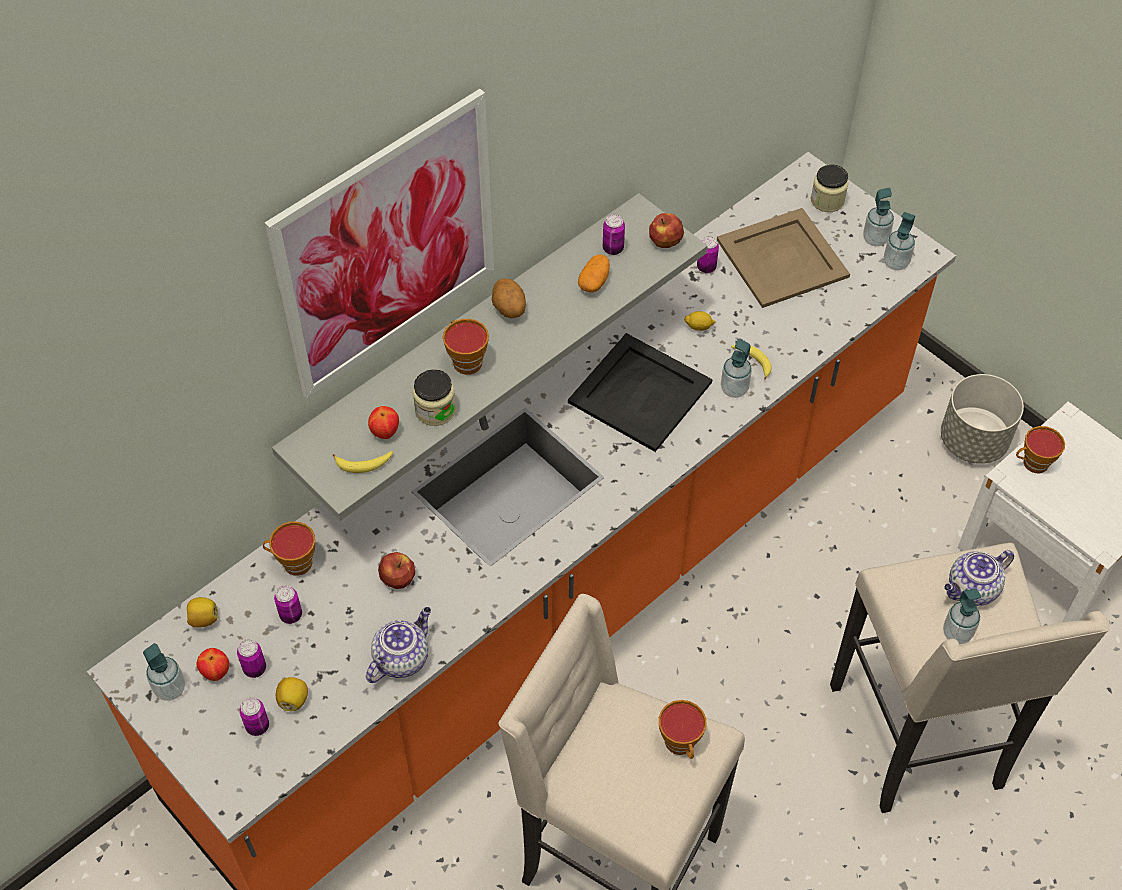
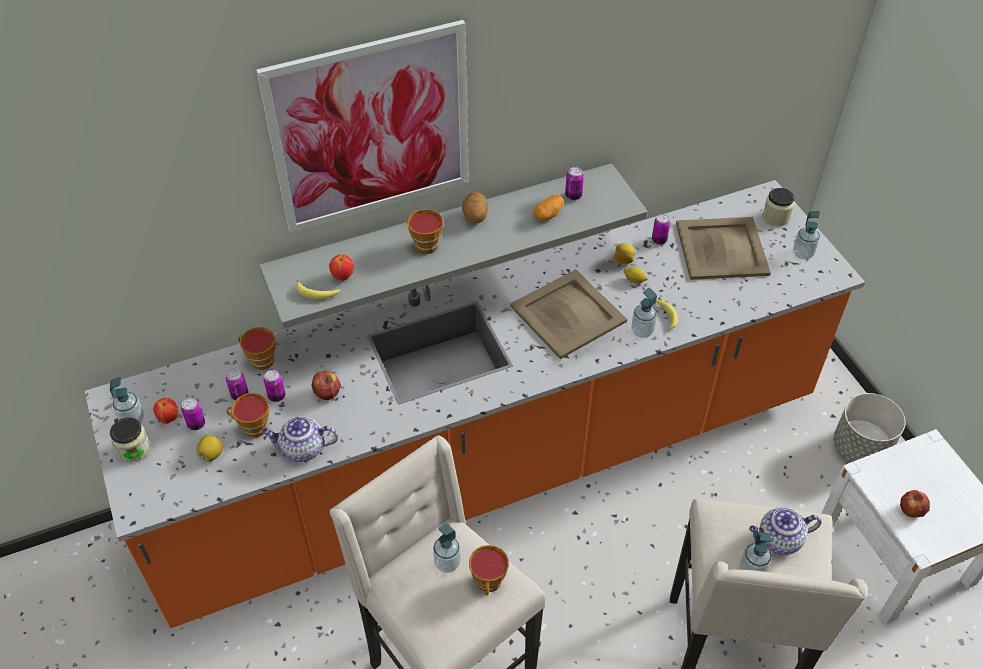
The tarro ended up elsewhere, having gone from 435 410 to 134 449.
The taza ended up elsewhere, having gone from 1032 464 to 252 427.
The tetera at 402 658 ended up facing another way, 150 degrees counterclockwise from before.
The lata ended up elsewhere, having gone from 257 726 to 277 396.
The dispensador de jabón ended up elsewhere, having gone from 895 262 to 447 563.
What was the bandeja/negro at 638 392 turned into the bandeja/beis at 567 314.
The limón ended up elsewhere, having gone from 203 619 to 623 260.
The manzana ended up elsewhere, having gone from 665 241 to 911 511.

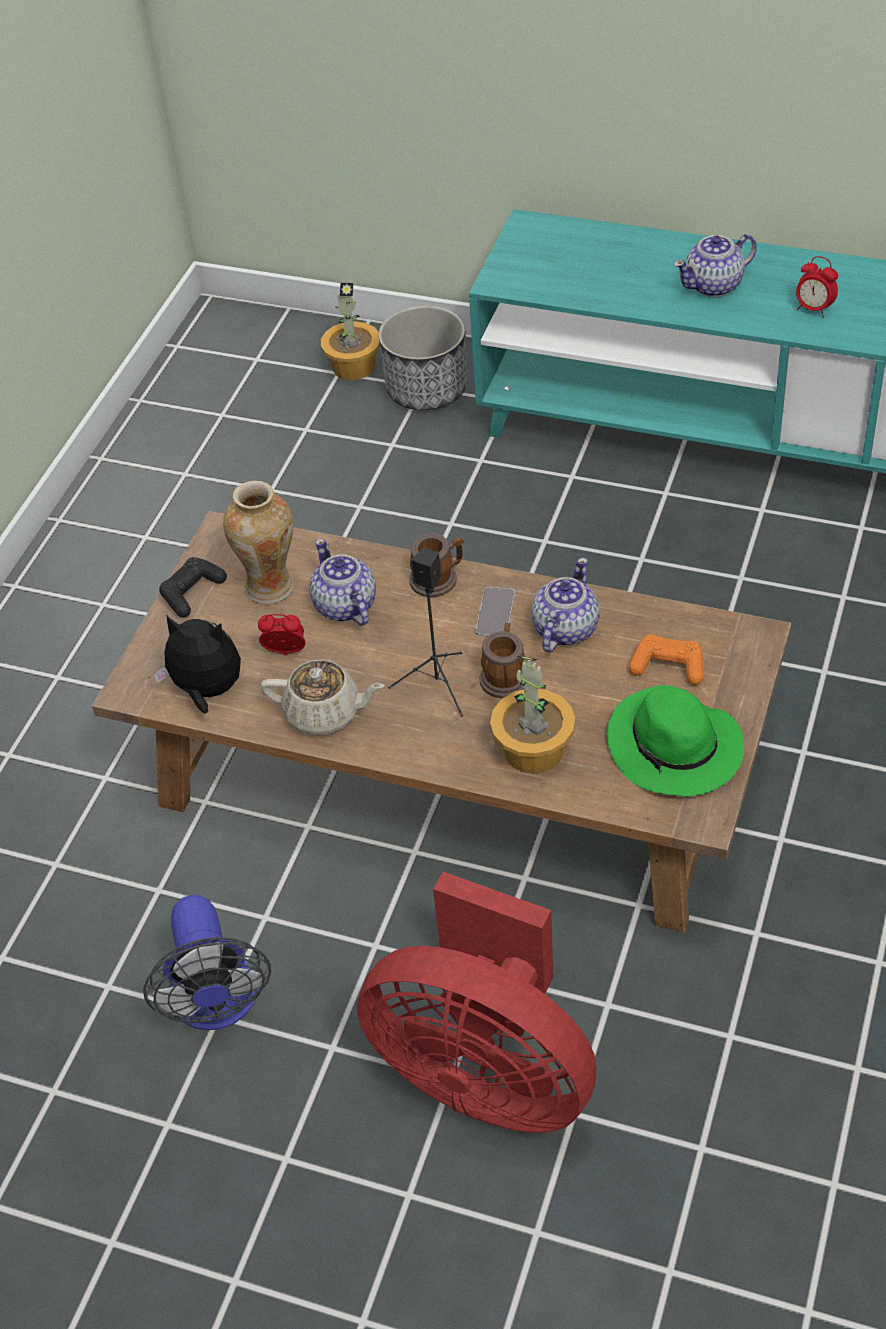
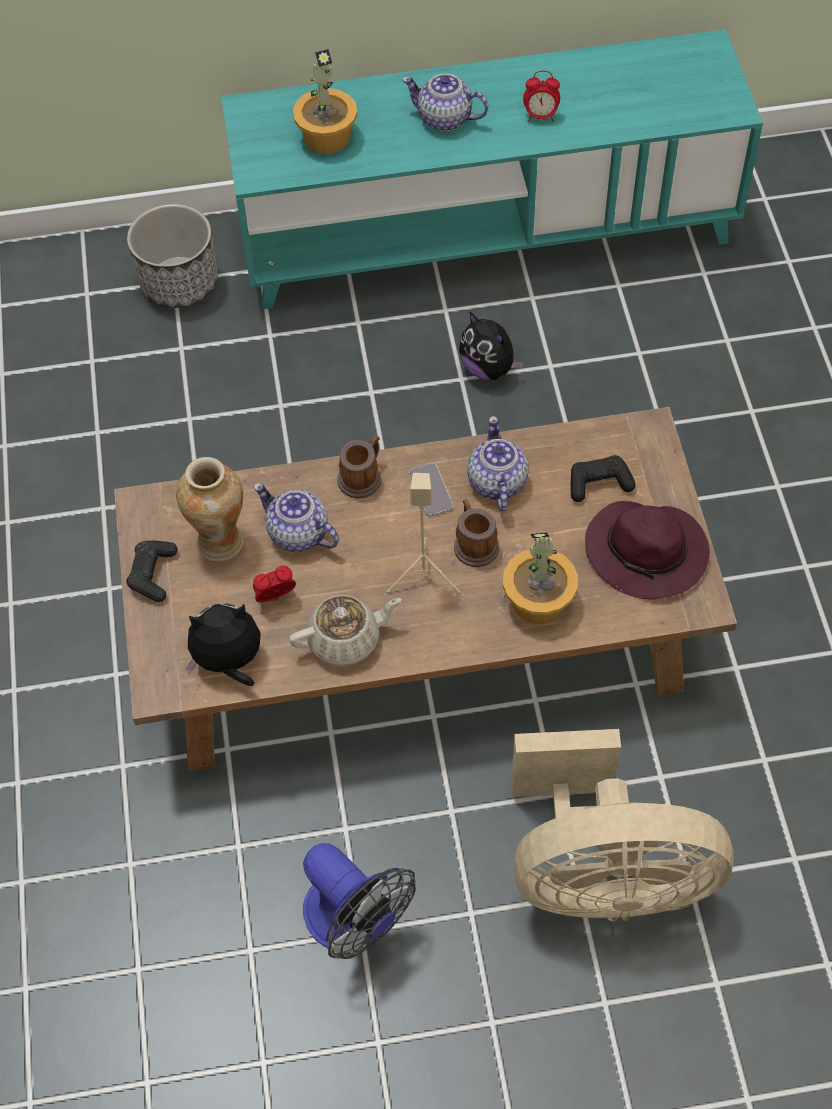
The planta en maceta ended up elsewhere, having gone from 354 366 to 327 136.
What was the altavoz/negro at 438 685 turned into the altavoz/beis at 425 575.
The tetera at 714 285 ended up facing another way, 75 degrees clockwise from before.
The second view gained the peluche at 488 368.
What was the ventilador/rojo at 486 1072 turned into the ventilador/beis at 603 875.
What was the mando de consola/naranja at 668 667 turned into the mando de consola/negro at 599 483.
What was the sombrero/verde at 676 749 turned into the sombrero/morado at 648 553.

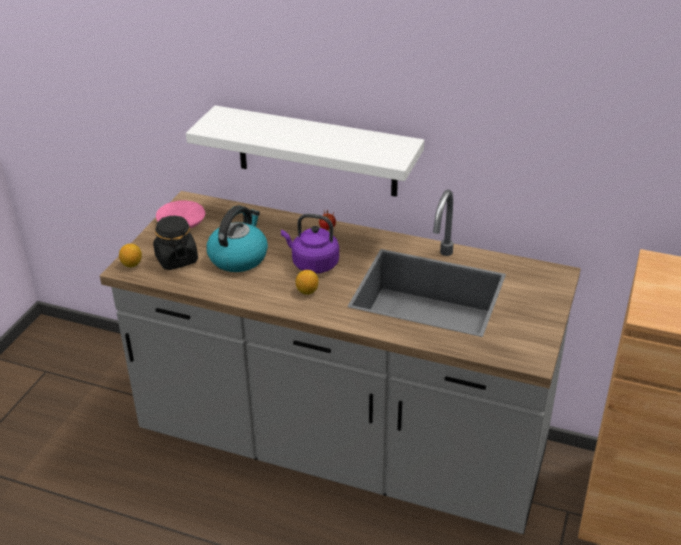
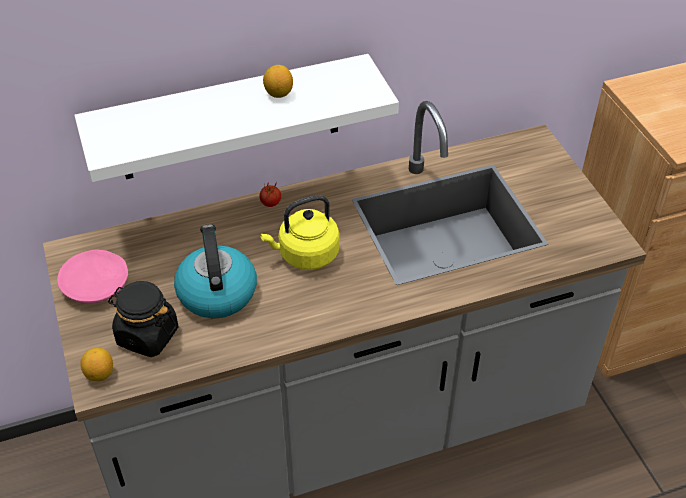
What was the hervidor/morado at 313 264 turned into the hervidor/amarillo at 305 255.
The limón ended up elsewhere, having gone from 307 291 to 278 93.

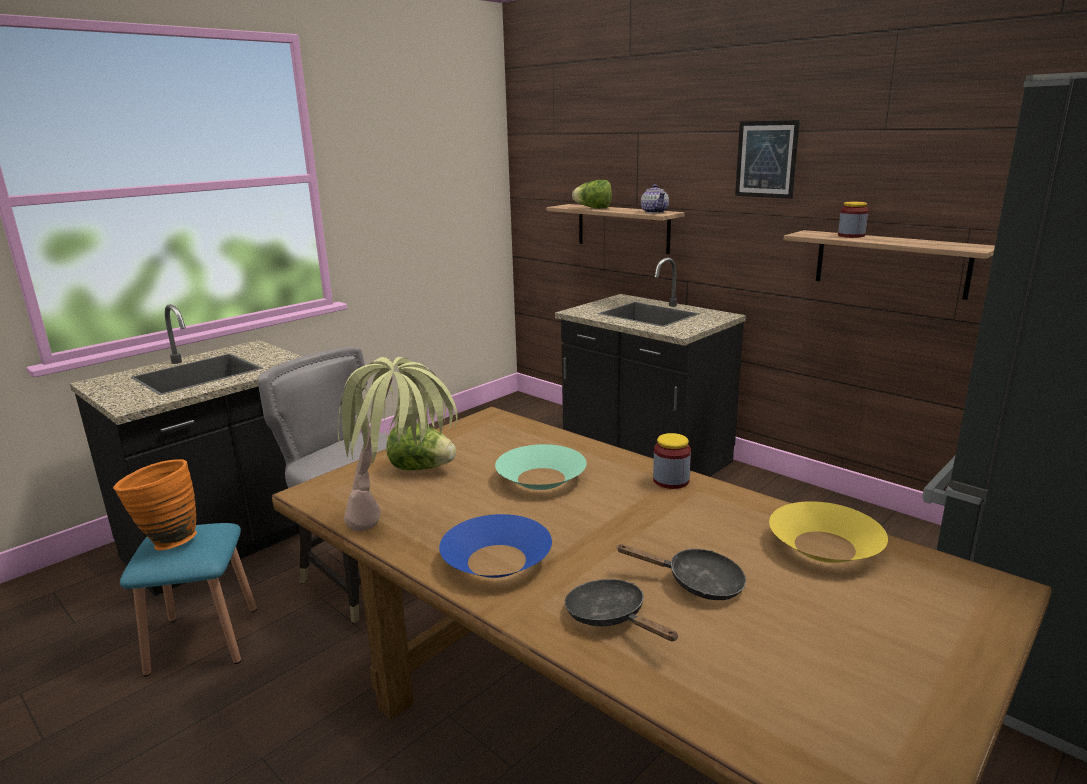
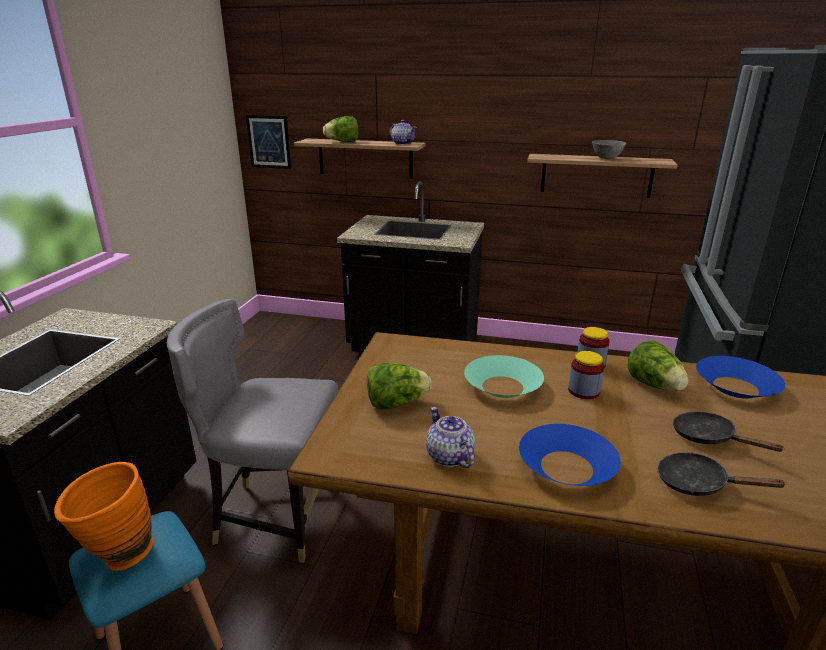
The cuadro ended up elsewhere, having gone from 766 159 to 269 142.
Where the planta en maceta stood at 404 521, the tetera came to stand at 449 457.
The tarro ended up elsewhere, having gone from 851 235 to 583 391.
The second view gained the cuenco/gris at 607 159.
The second view gained the lechuga at 654 385.
The sartén/negro at 697 583 ended up facing another way, 120 degrees counterclockwise from before.
What was the cuenco/amarillo at 825 546 turned into the cuenco/azul at 736 387.

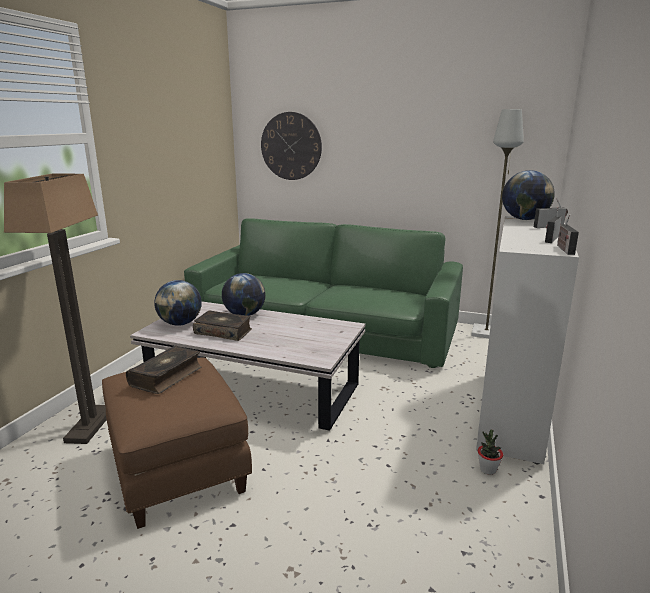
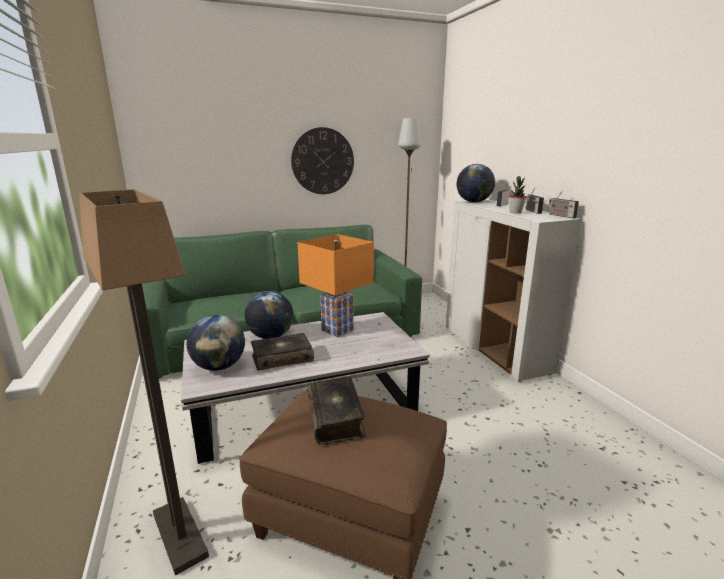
The reloj de pared ended up elsewhere, having gone from 291 146 to 322 161.
The second view gained the lámpara de mesa/naranja at 336 330.
The planta en maceta ended up elsewhere, having gone from 488 470 to 515 212.

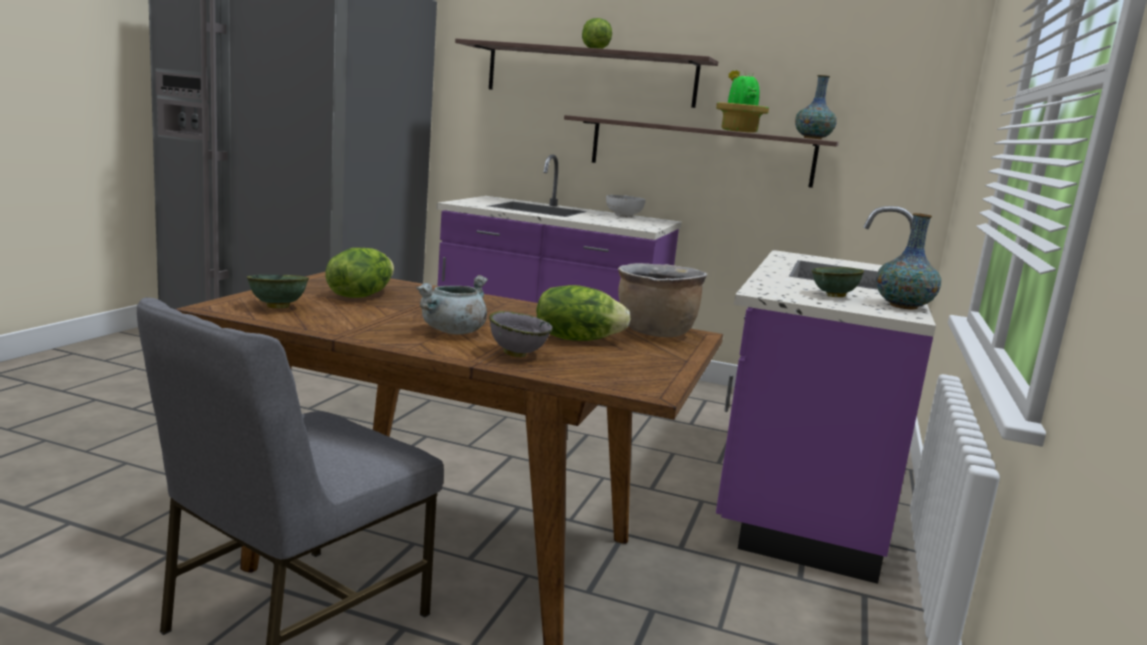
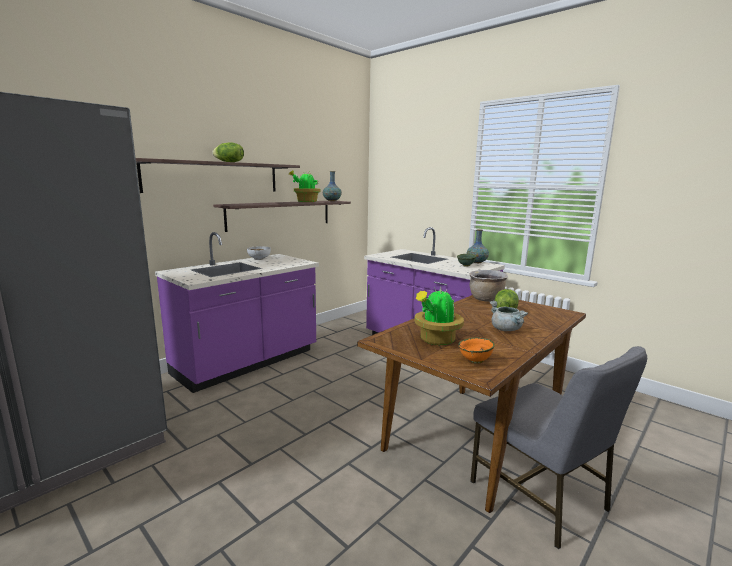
Where the lechuga stood at 360 295, the planta en maceta came to stand at 436 340.
What was the cuenco/verde at 276 307 turned into the cuenco/naranja at 475 361.
The second view lost the cuenco/gris at 517 354.

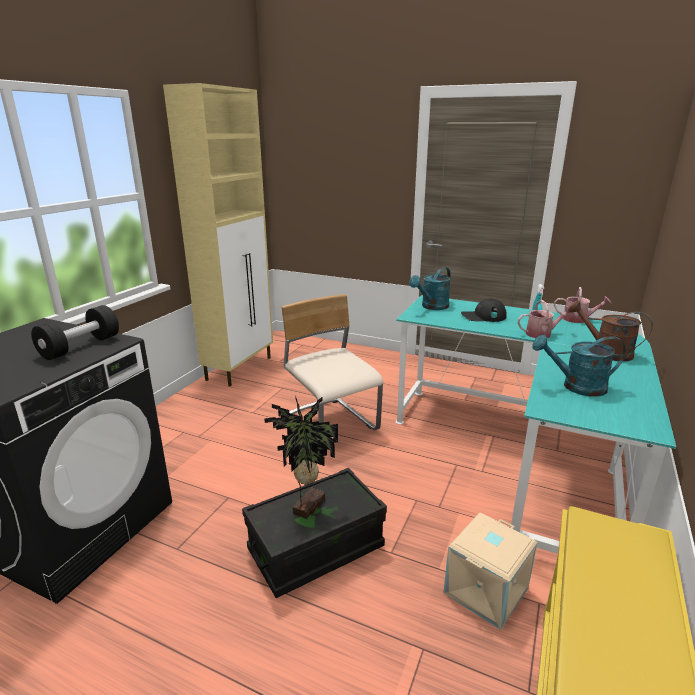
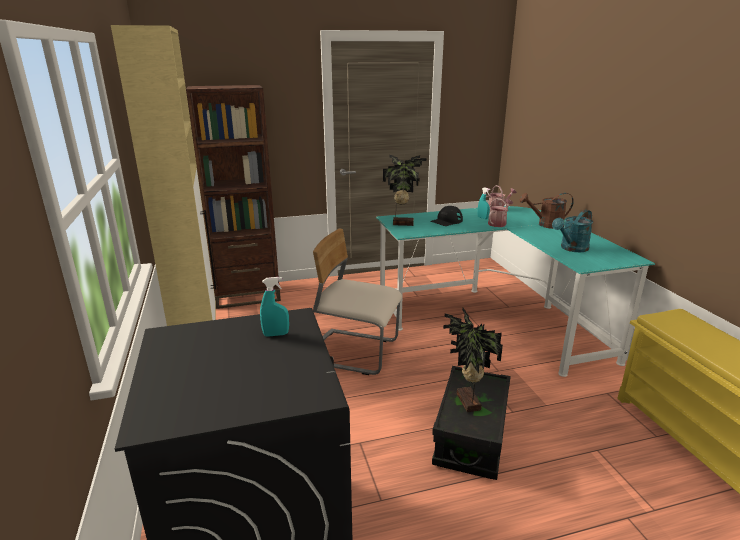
The second view gained the estantería/marrón at 247 295.
Where the mancuerna/negro stood at 80 347, the pulverizador/turquesa came to stand at 276 334.
Where the regadera/turquesa stood at 432 307, the planta en maceta came to stand at 402 223.
The second view lost the caja de almacenaje/beis at 487 591.

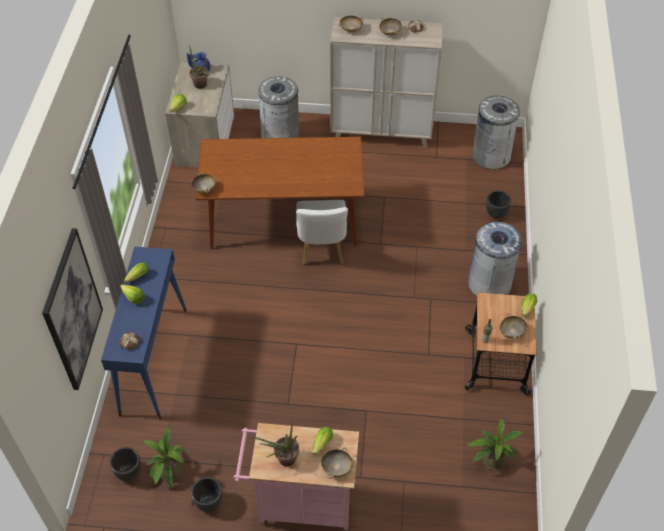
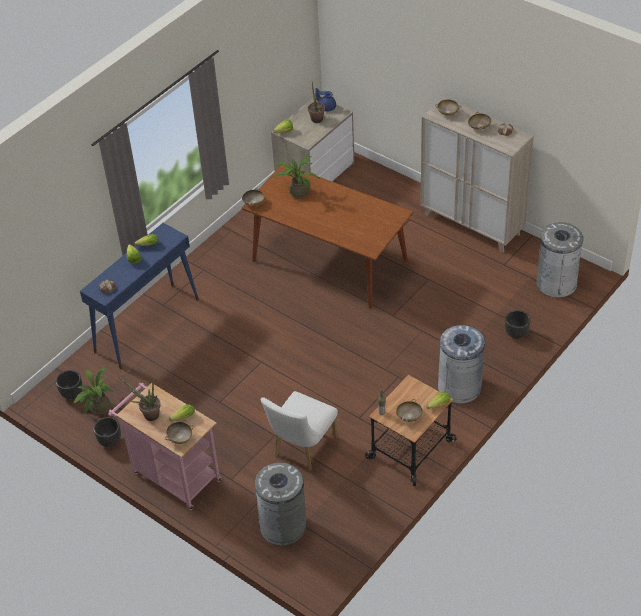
The papelera/gris ended up elsewhere, having gone from 280 136 to 283 526.
The silla/blanco ended up elsewhere, having gone from 322 250 to 302 449.
The planta en maceta ended up elsewhere, having gone from 491 459 to 297 191.
The second view lost the cuadro at 72 310.

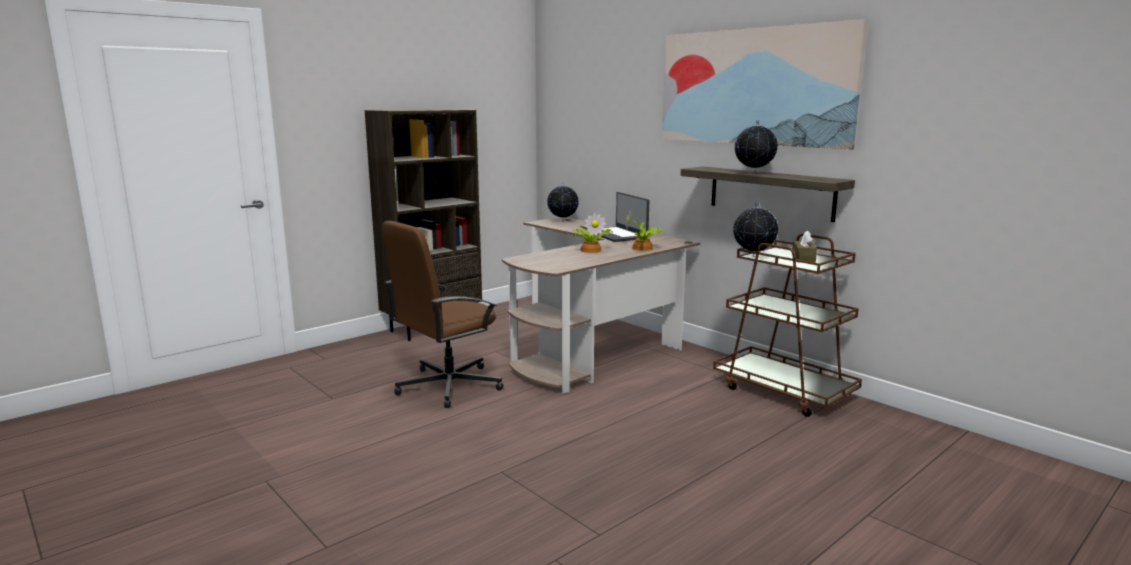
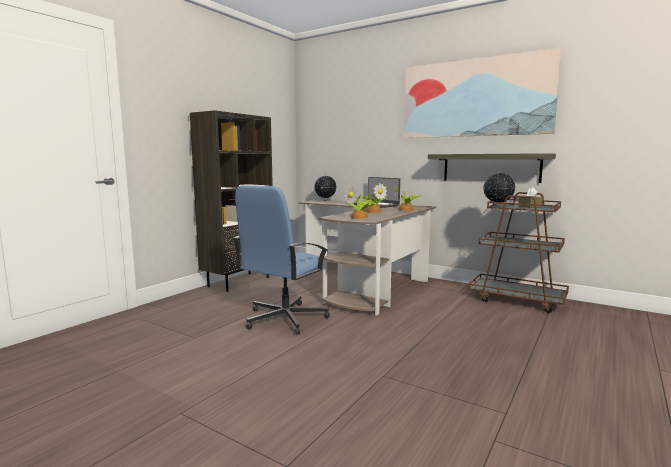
What was the silla de oficina/marrón at 447 386 turned into the silla de oficina/azul at 284 319.
The second view gained the planta en maceta at 360 217.
The second view lost the globo terráqueo at 753 173.

